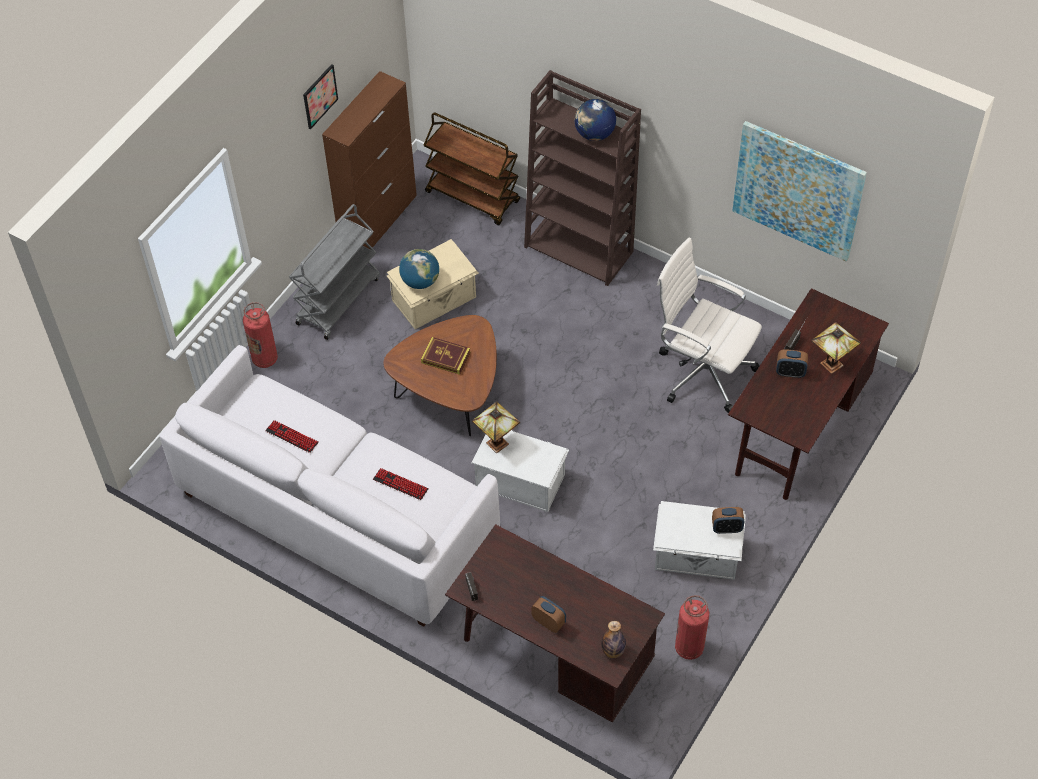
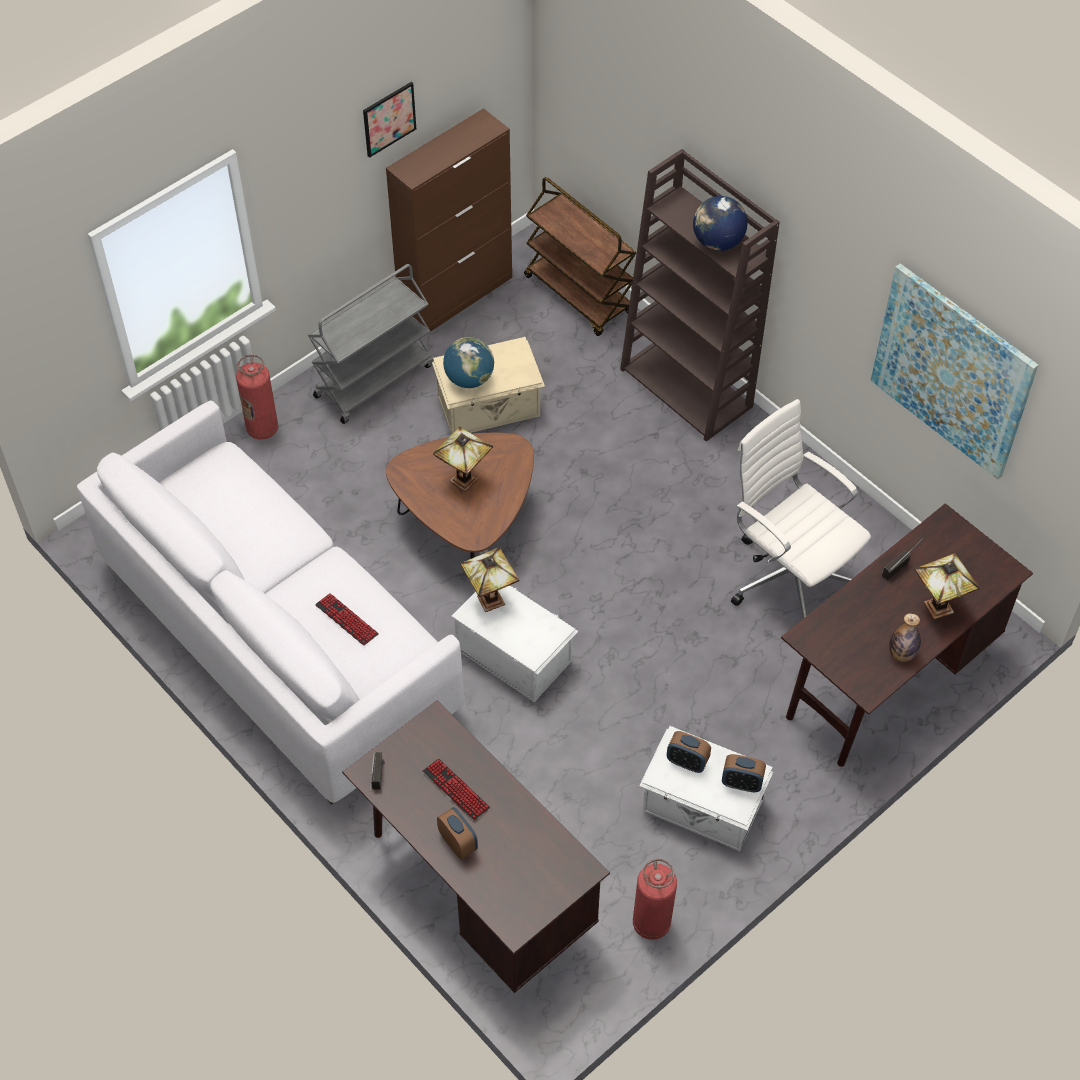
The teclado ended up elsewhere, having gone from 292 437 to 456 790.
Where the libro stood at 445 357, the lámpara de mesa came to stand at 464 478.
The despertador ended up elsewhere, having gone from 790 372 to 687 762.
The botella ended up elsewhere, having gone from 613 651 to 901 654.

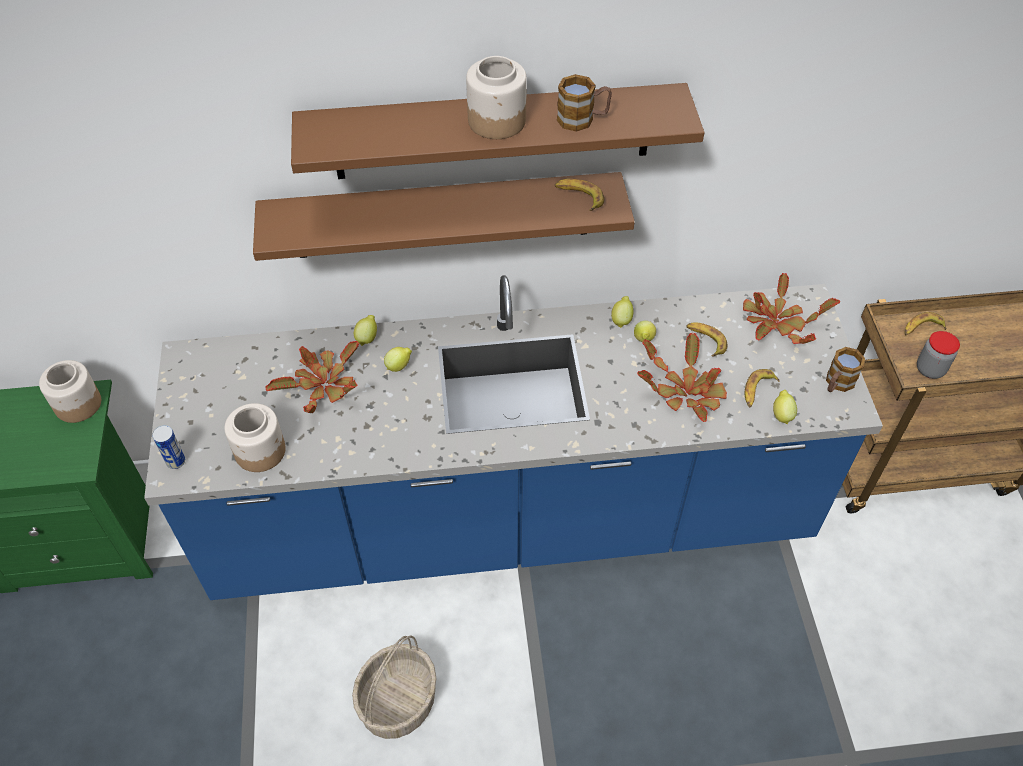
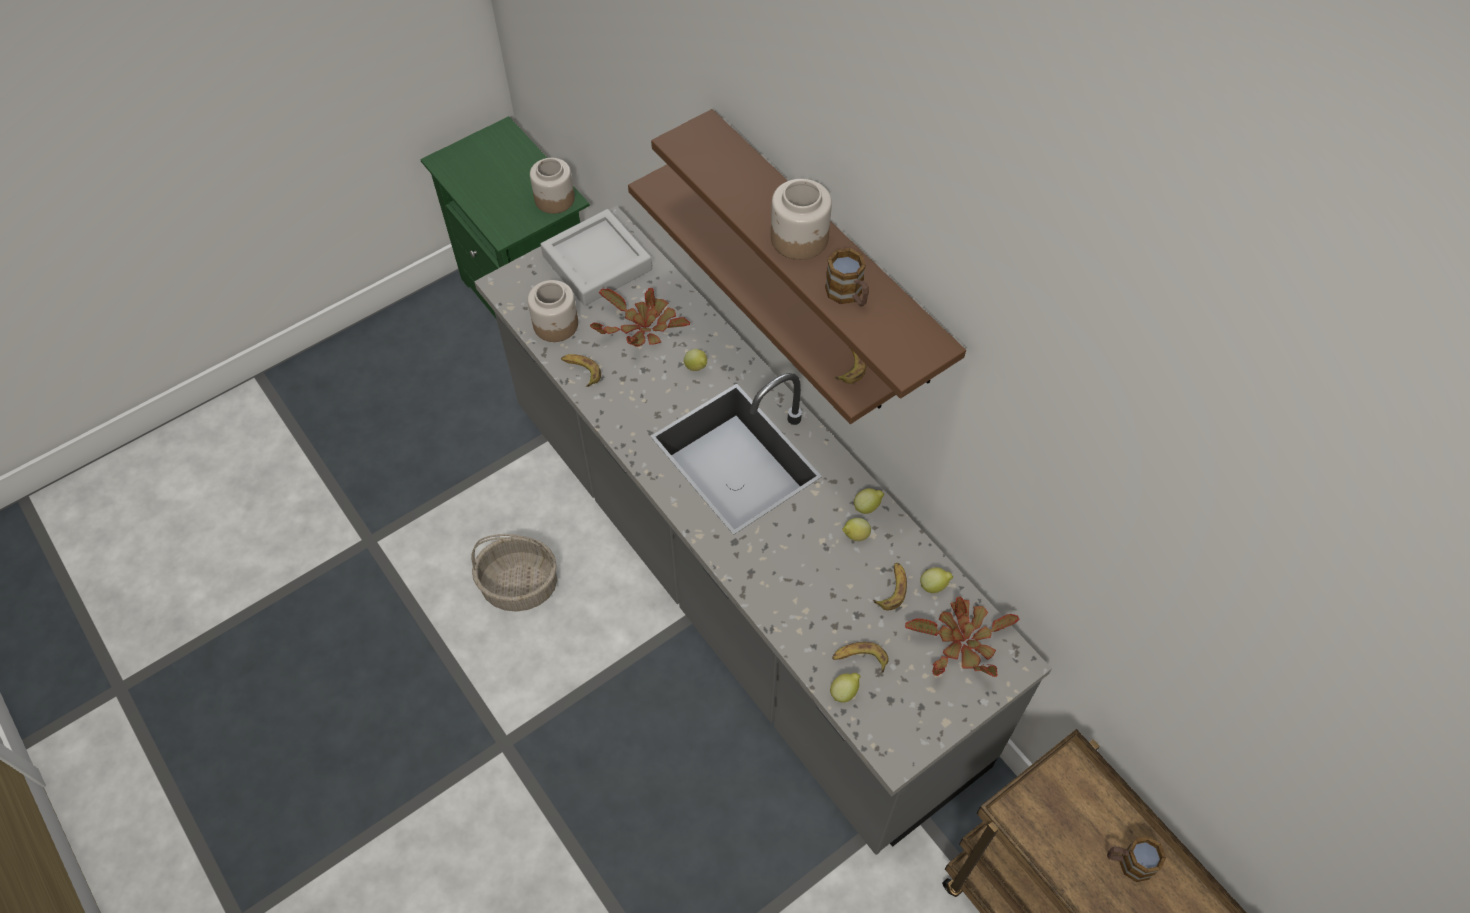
What was the mueble bajo de cocina/azul at 511 521 turned into the mueble bajo de cocina/gris at 735 581.
The second view gained the bandeja/gris at 597 263.
The plátano ended up elsewhere, having gone from 922 328 to 581 371.
The limón ended up elsewhere, having gone from 367 338 to 934 586.
The taza grande ended up elsewhere, having gone from 837 383 to 1128 862.
The second view lost the lata at 176 461.
The second view lost the planta en maceta at 685 391.
The second view lost the tarro at 930 369.

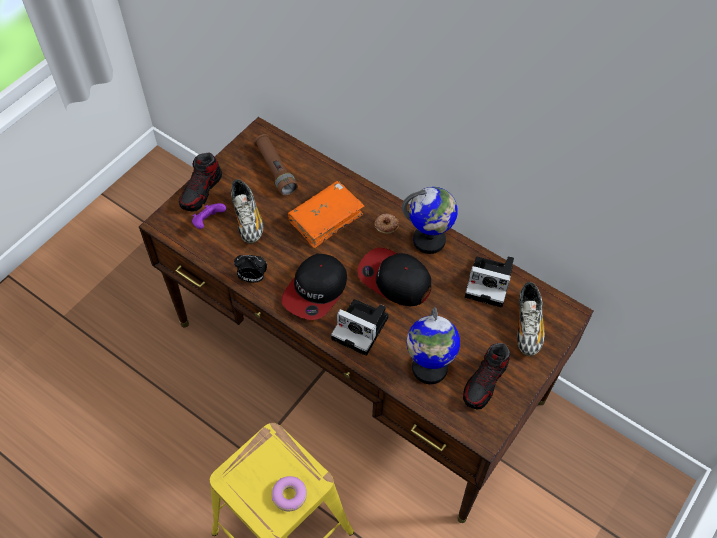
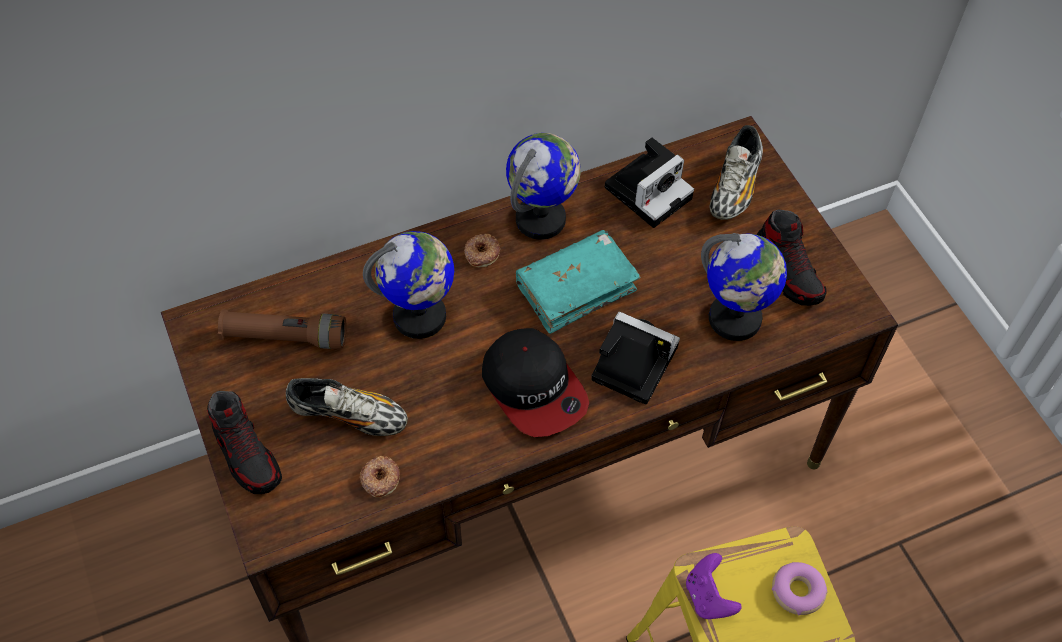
The second view gained the rosquilla at 380 478.
Where the libro/naranja stood at 326 218, the globo terráqueo came to stand at 420 317.
Where the gorra stood at 394 279, the libro/turquesa came to stand at 576 288.
The cámara at 362 328 ended up facing another way, 120 degrees counterclockwise from before.
The mando de consola/morado ended up elsewhere, having gone from 208 222 to 708 597.
The zapato at 528 326 ended up facing another way, 75 degrees clockwise from before.
The second view lost the despertador at 252 278.

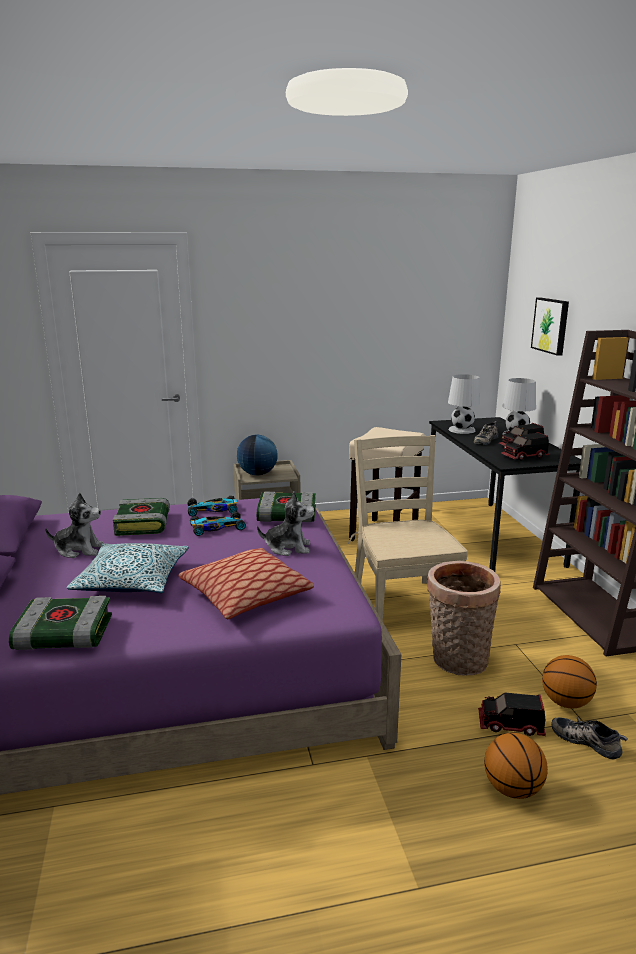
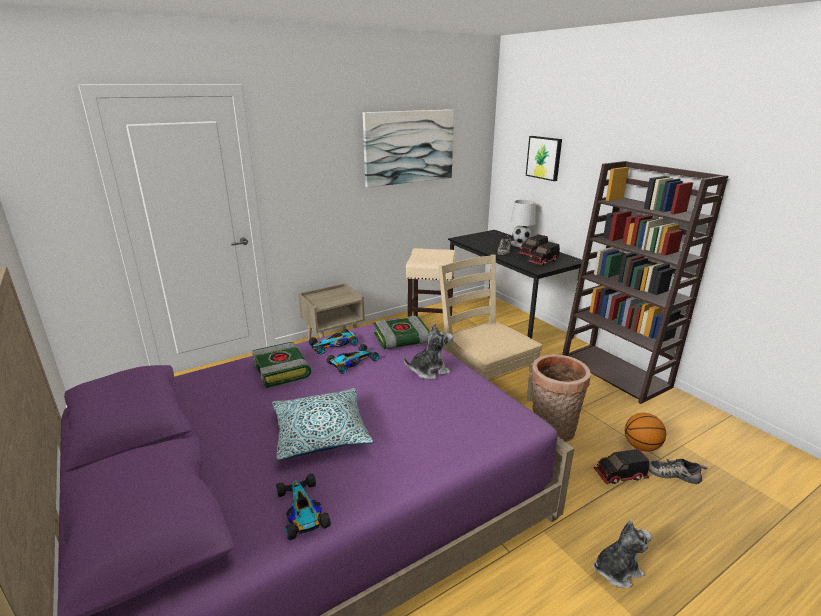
Where the libro stood at 62 635, the coche de juguete came to stand at 302 511.
The second view gained the cuadro at 409 147.
The peluche ended up elsewhere, having gone from 79 550 to 617 570.
The second view lost the cojín at 246 595.
The second view lost the globo terráqueo at 257 474.
The second view lost the lámpara de mesa/blanco at 462 430.
The second view lost the balón de baloncesto at 512 788.

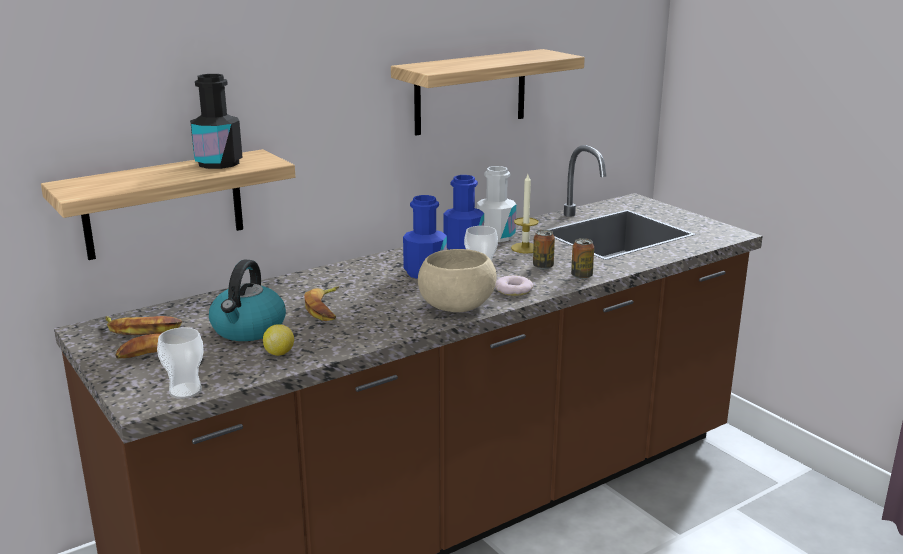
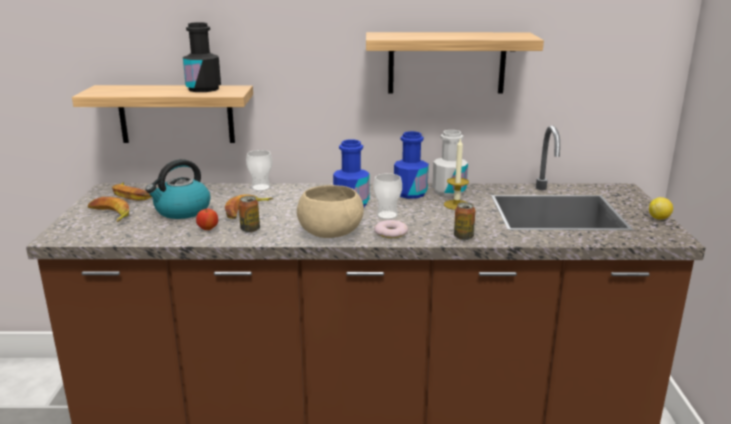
The second view gained the manzana at 208 229.
The lata ended up elsewhere, having gone from 543 266 to 250 229.
The taza ended up elsewhere, having gone from 185 391 to 261 188.
The limón ended up elsewhere, having gone from 279 353 to 659 218.

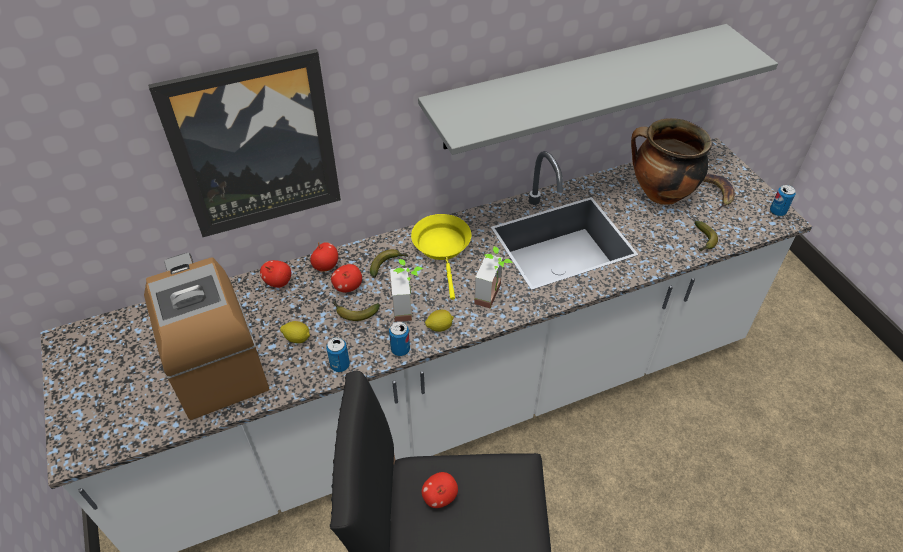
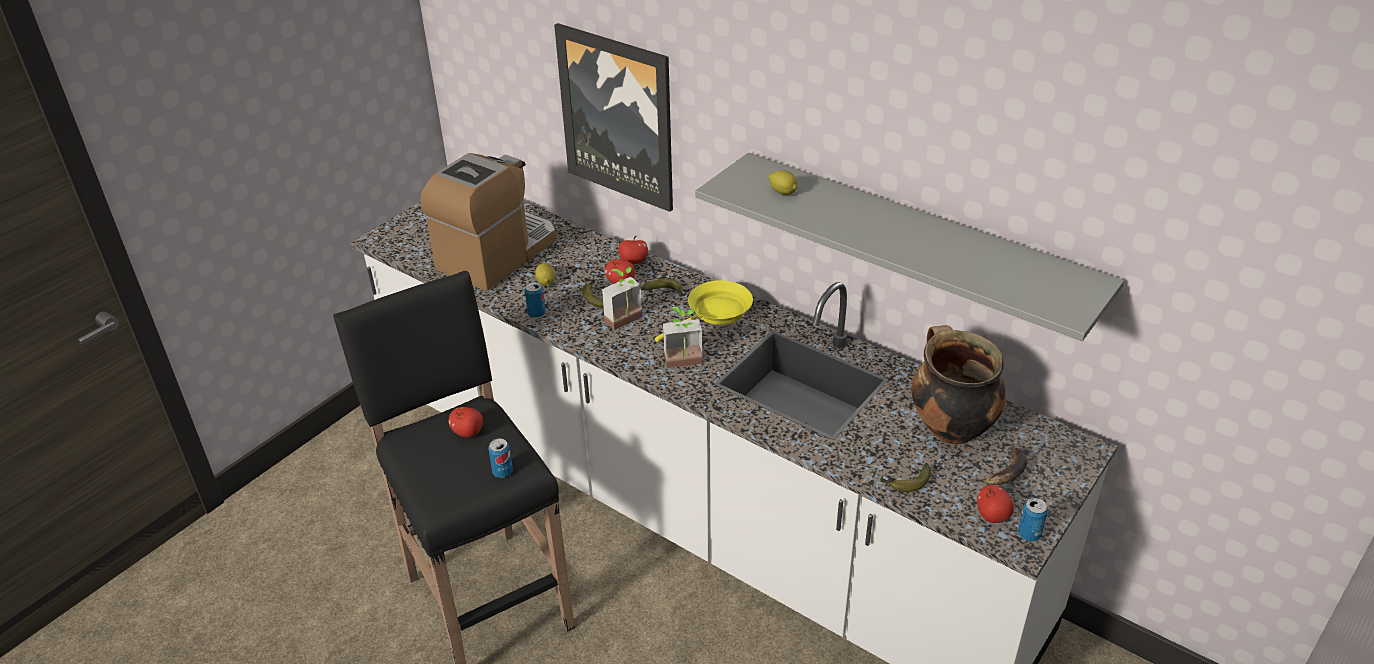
The lata ended up elsewhere, having gone from 400 349 to 502 472.
The limón ended up elsewhere, having gone from 439 327 to 783 192.
The manzana ended up elsewhere, having gone from 278 282 to 992 516.

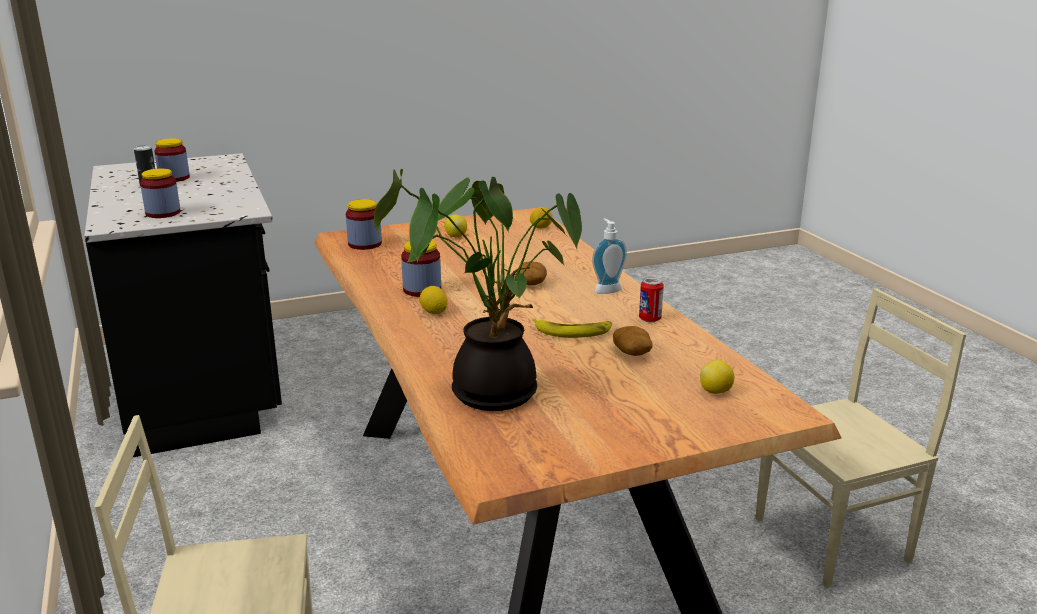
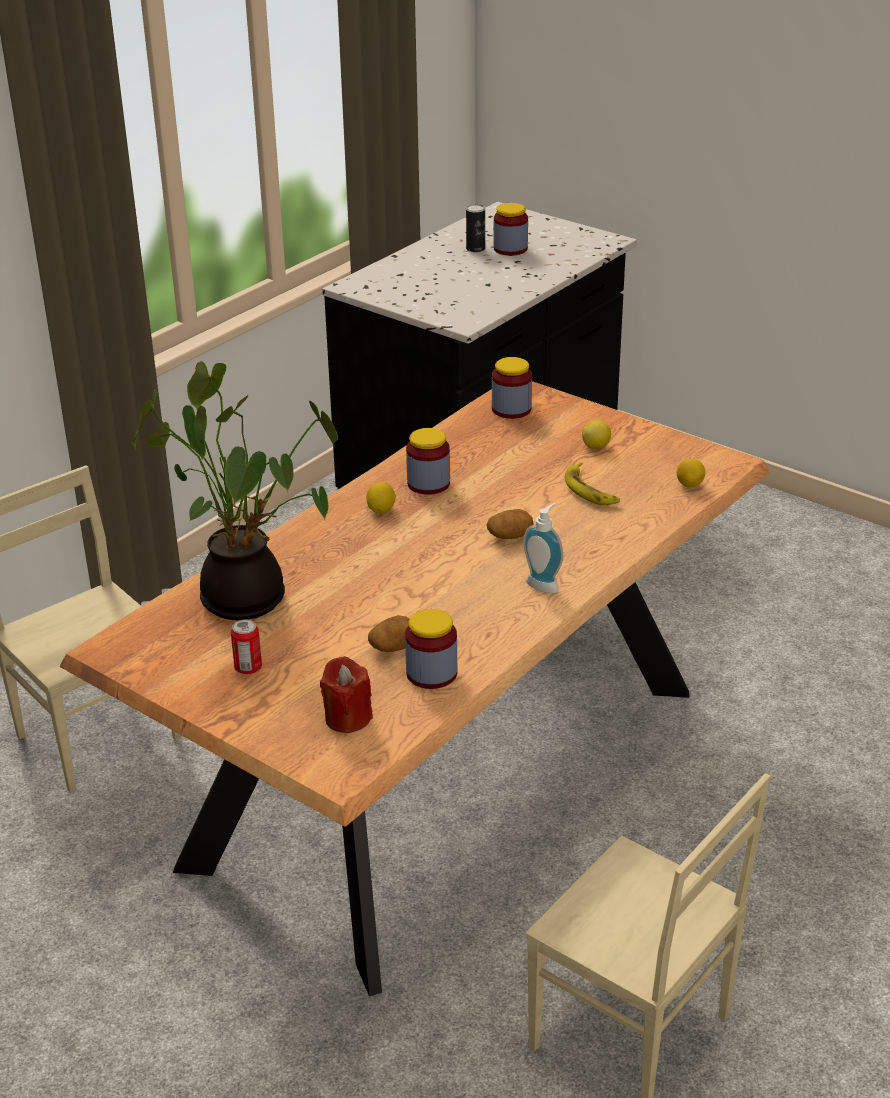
The lata ended up elsewhere, having gone from 650 319 to 248 668.
Where the limón stood at 716 392, the vela/rojo came to stand at 347 718.
The tarro ended up elsewhere, having gone from 163 213 to 431 673.
The plátano ended up elsewhere, having gone from 573 331 to 590 490.

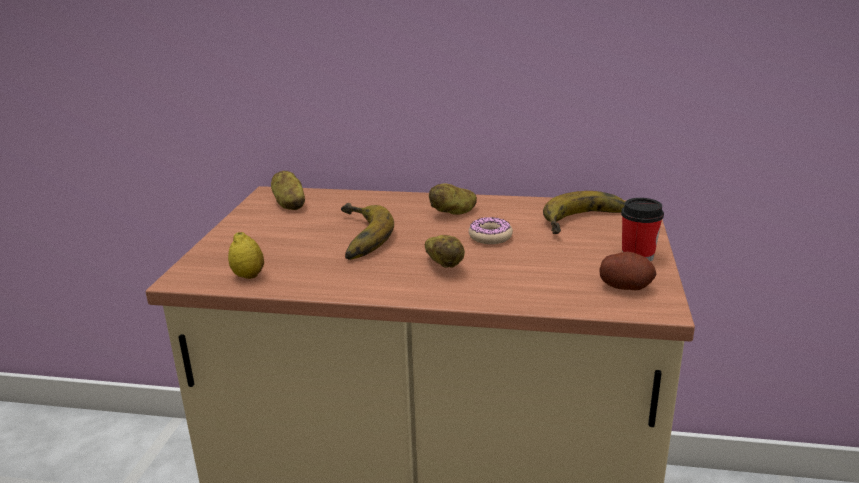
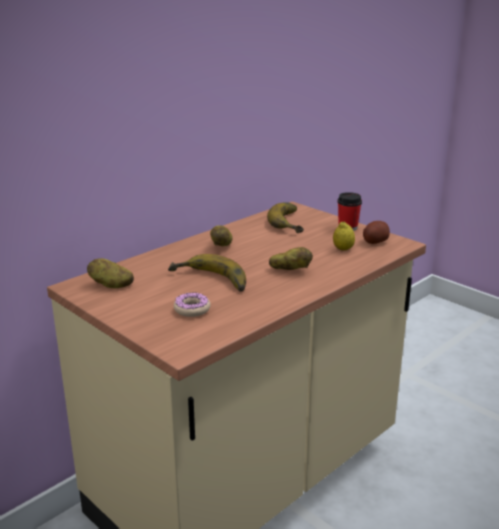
The rosquilla ended up elsewhere, having gone from 490 237 to 192 309.
The limón ended up elsewhere, having gone from 248 276 to 343 249.

